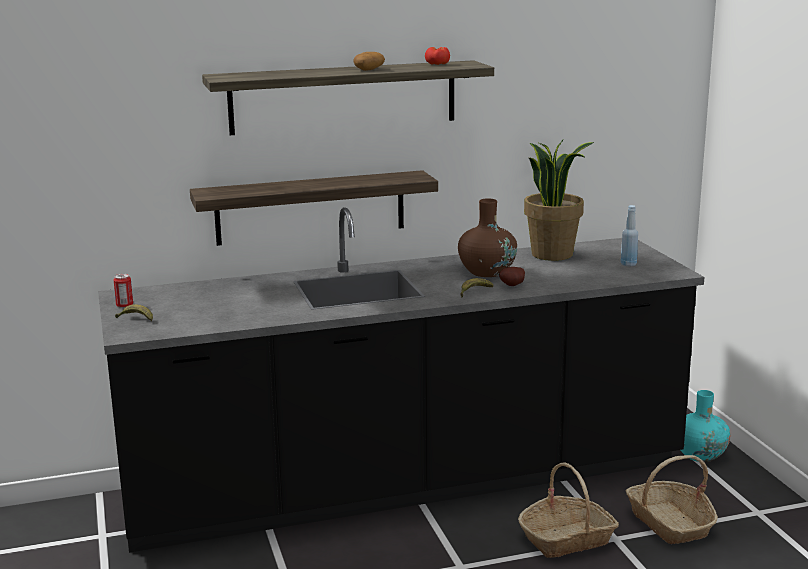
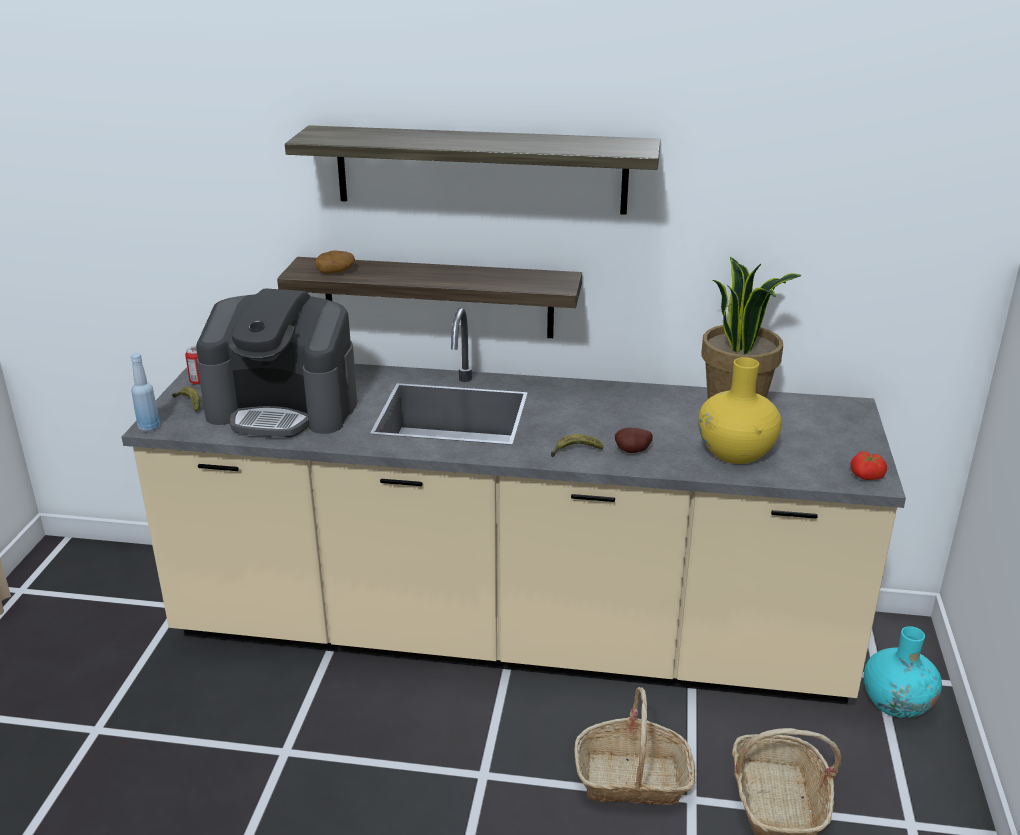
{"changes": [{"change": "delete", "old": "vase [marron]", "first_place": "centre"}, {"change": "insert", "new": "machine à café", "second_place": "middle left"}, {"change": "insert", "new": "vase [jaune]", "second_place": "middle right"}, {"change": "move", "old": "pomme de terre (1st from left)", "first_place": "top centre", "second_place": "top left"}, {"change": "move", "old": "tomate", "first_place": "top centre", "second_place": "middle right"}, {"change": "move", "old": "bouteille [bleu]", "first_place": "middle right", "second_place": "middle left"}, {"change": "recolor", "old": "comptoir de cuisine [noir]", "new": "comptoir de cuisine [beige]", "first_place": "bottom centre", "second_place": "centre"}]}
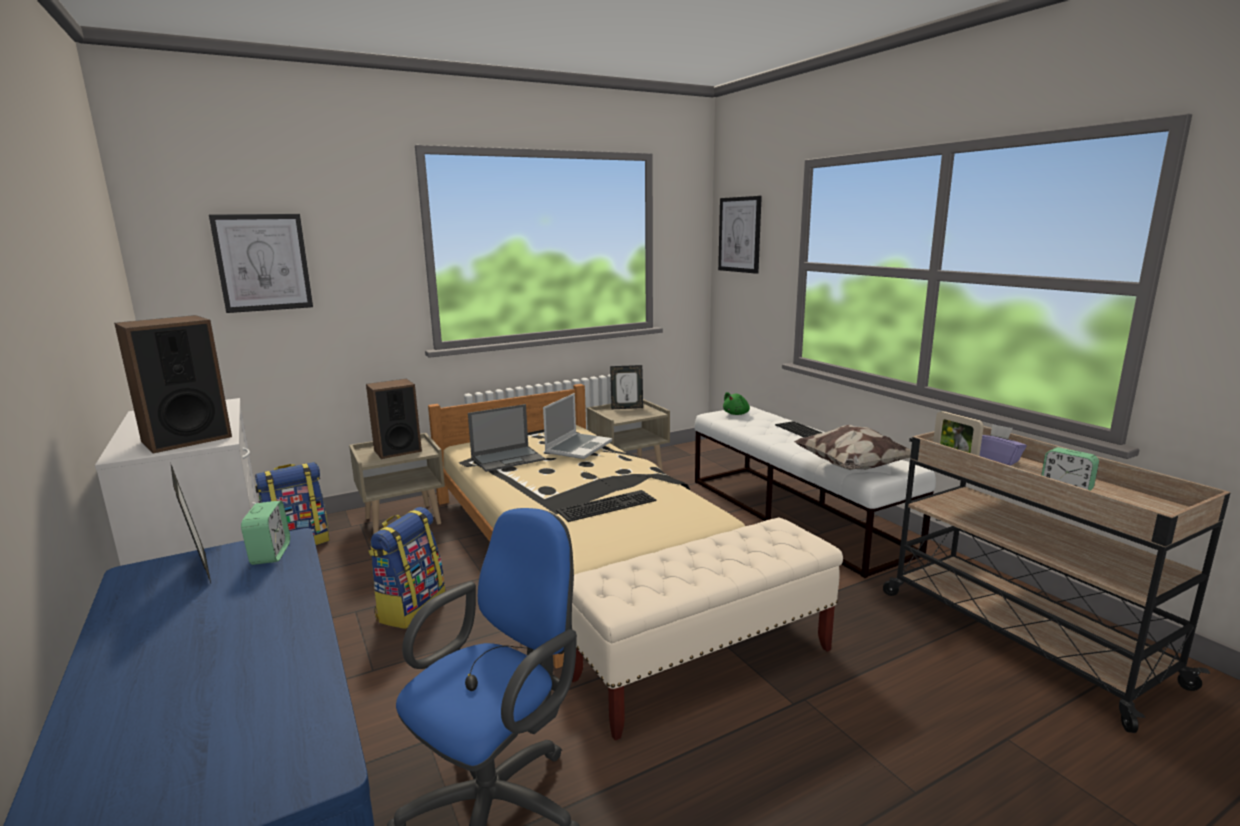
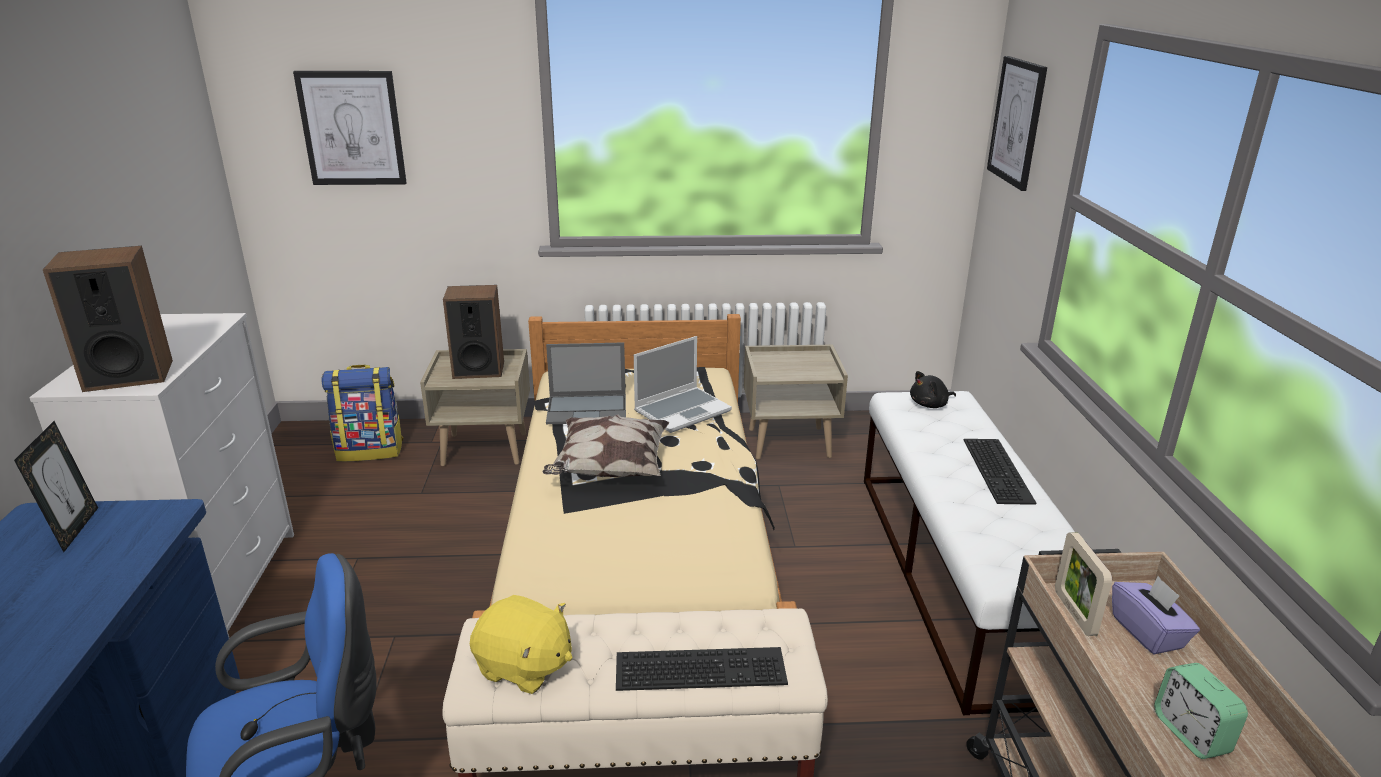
{"changes": [{"change": "delete", "old": "réveil (1st from left)", "first_place": "middle left"}, {"change": "delete", "old": "sac à dos (2nd from left)", "first_place": "bottom left"}, {"change": "delete", "old": "cadre photo (2nd from left)", "first_place": "centre"}, {"change": "insert", "new": "peluche [jaune]", "second_place": "bottom centre"}, {"change": "move", "old": "clavier (1st from left)", "first_place": "centre", "second_place": "bottom centre"}, {"change": "move", "old": "coussin", "first_place": "middle right", "second_place": "centre"}, {"change": "recolor", "old": "peluche [vert]", "new": "peluche [noir]", "first_place": "centre", "second_place": "middle right"}]}
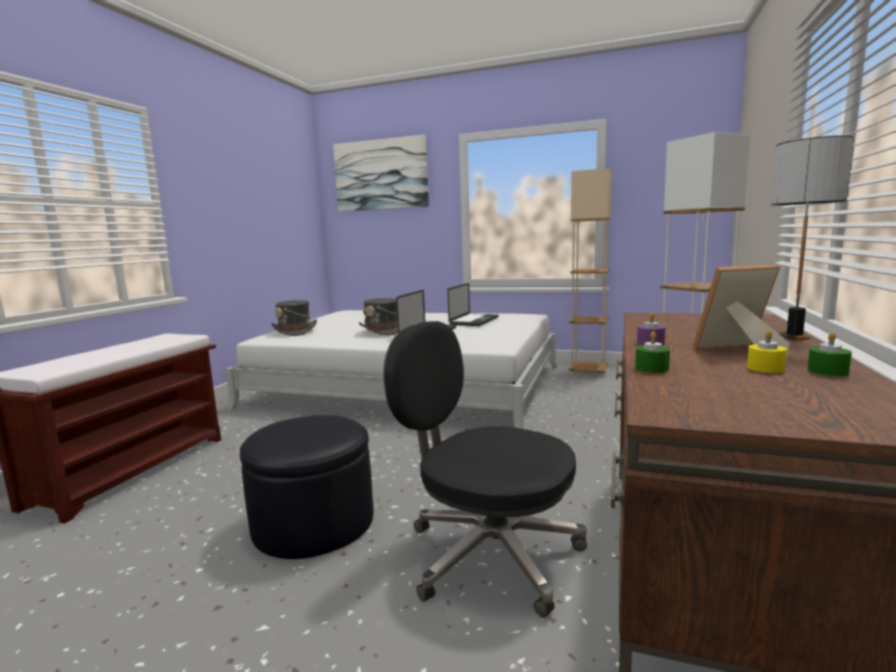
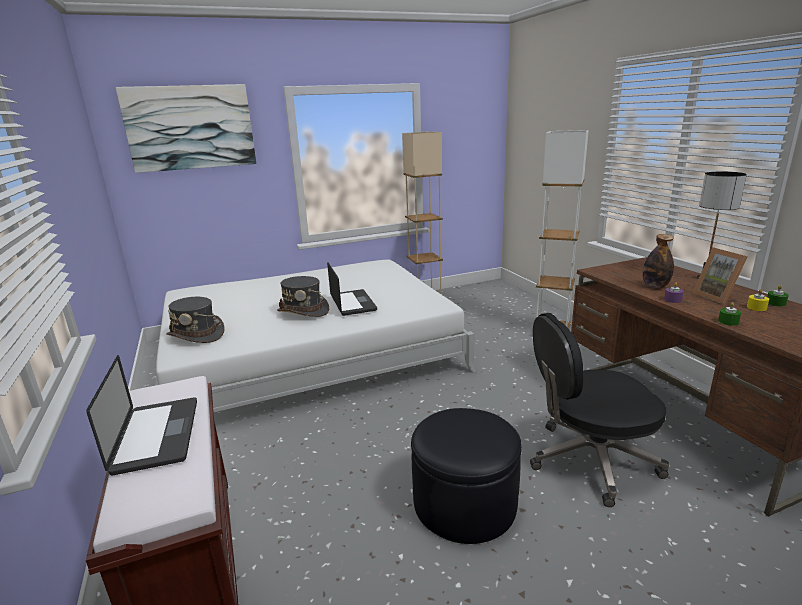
{"changes": [{"change": "insert", "new": "bouteille", "second_place": "middle right"}, {"change": "move", "old": "ordinateur portable (2nd from left in the first image)", "new": "ordinateur portable (1st from left)", "first_place": "centre", "second_place": "bottom left"}, {"change": "rotate", "old": "cadre photo", "first_place": "middle right", "second_place": "middle right", "degrees": -60}]}
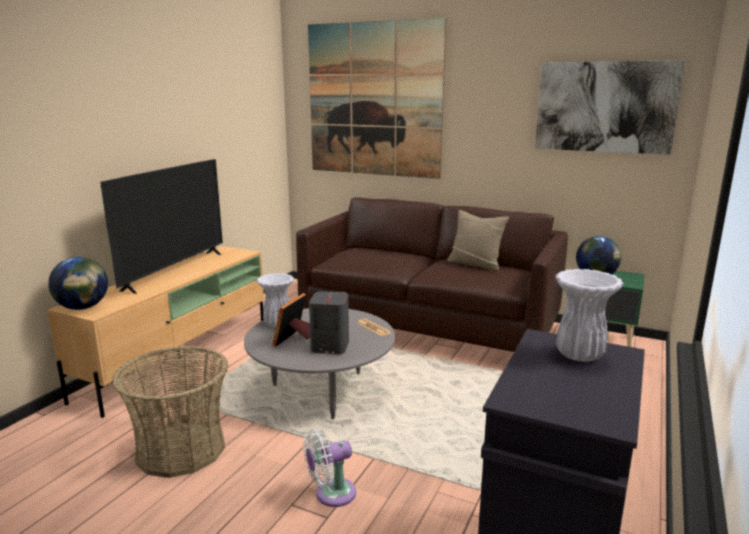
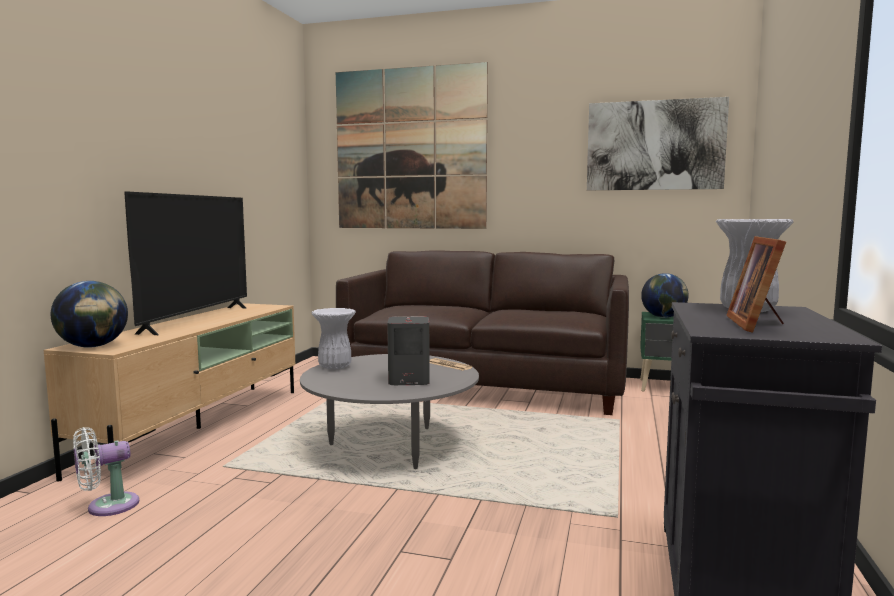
{"changes": [{"change": "delete", "old": "panier", "first_place": "bottom left"}, {"change": "delete", "old": "coussin [beige]", "first_place": "centre"}, {"change": "move", "old": "cadre photo", "first_place": "centre", "second_place": "middle right"}, {"change": "move", "old": "ventilateur [blanc]", "first_place": "bottom centre", "second_place": "bottom left"}]}
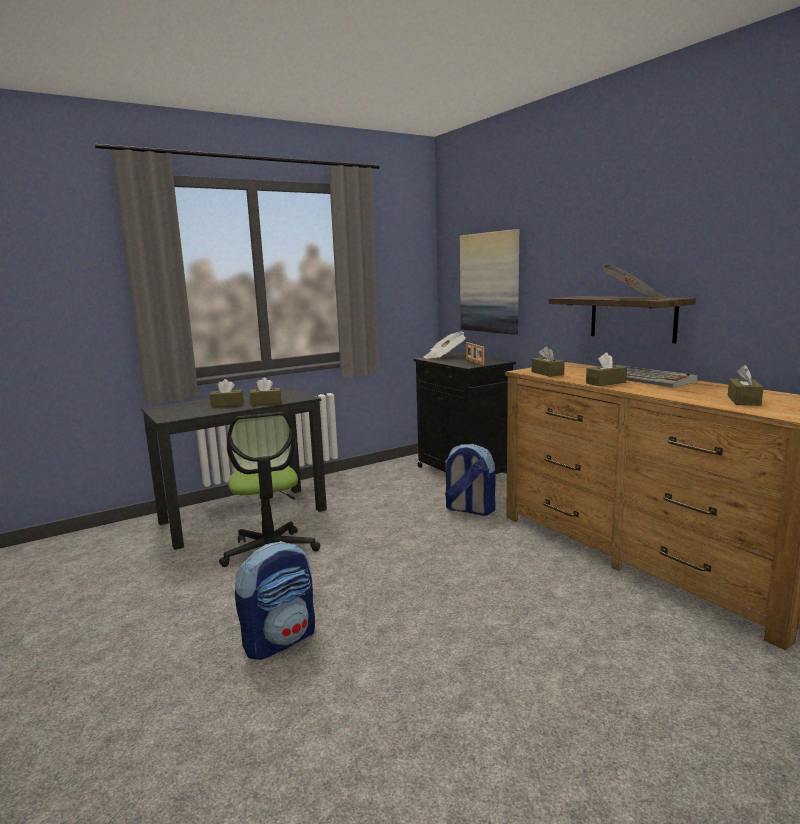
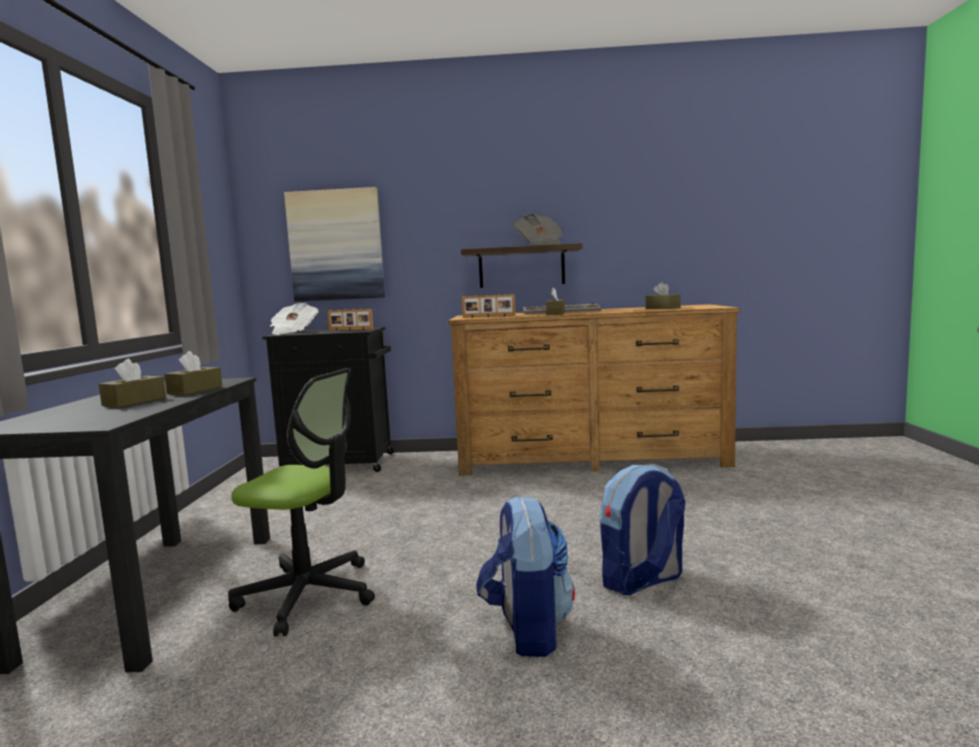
{"changes": [{"change": "move", "old": "sac à dos (2nd from left)", "first_place": "centre", "second_place": "bottom centre"}, {"change": "replace", "old": "boîte à mouchoirs [marron] (3rd from left)", "new": "cadre photo (2nd from left)", "first_place": "middle right", "second_place": "centre"}]}
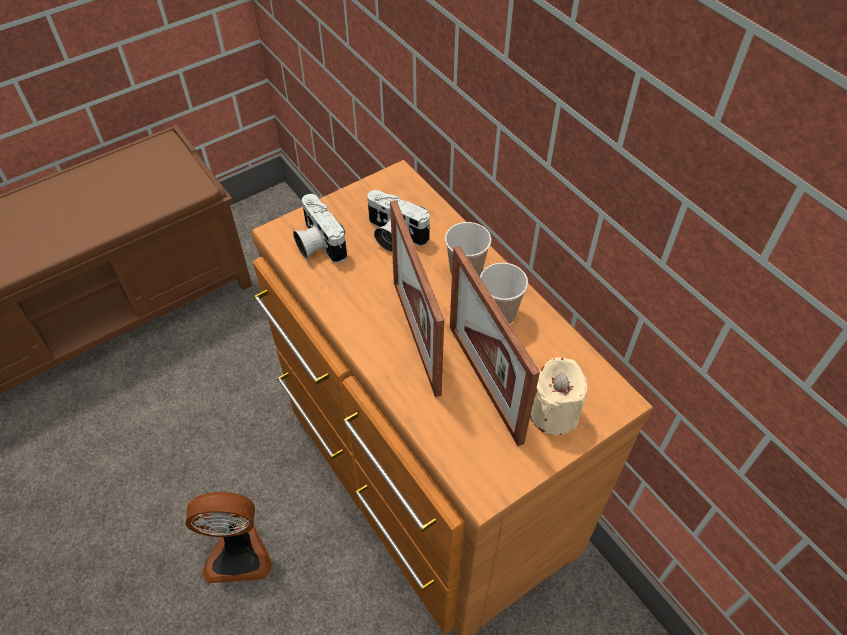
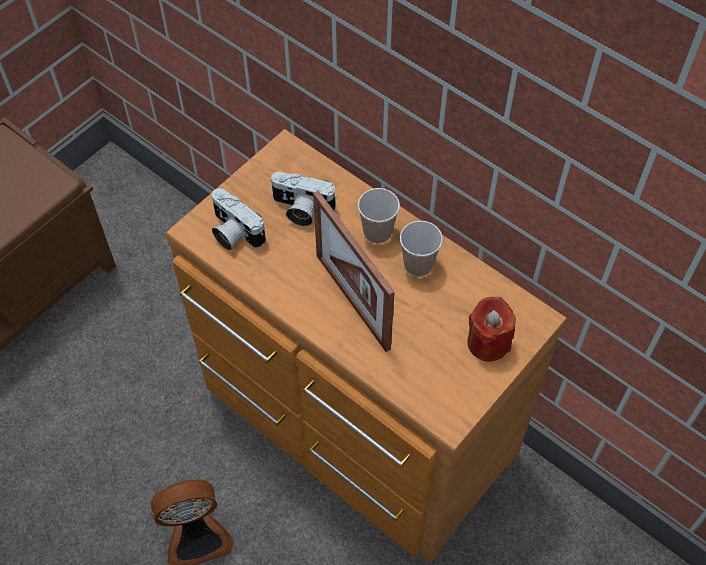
{"changes": [{"change": "delete", "old": "cadre photo (2nd from left)", "first_place": "centre"}, {"change": "recolor", "old": "bougie [beige]", "new": "bougie [rouge]", "first_place": "centre", "second_place": "middle right"}]}
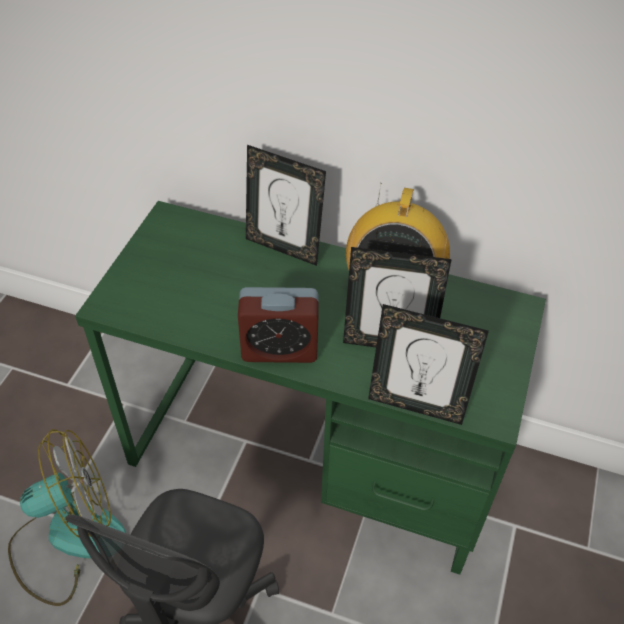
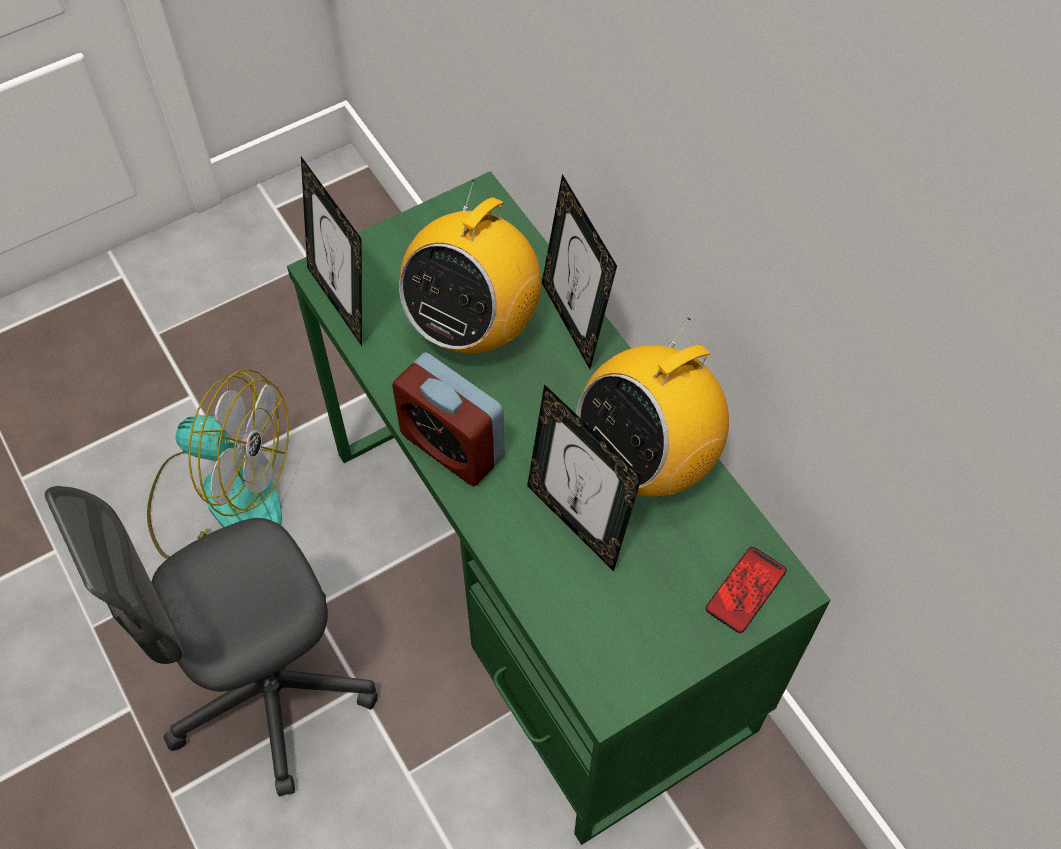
{"changes": [{"change": "insert", "new": "radio (1st from left)", "second_place": "top centre"}, {"change": "insert", "new": "téléphone", "second_place": "bottom right"}, {"change": "move", "old": "cadre photo (3rd from left in the first image)", "new": "cadre photo (1st from left)", "first_place": "middle right", "second_place": "top left"}]}
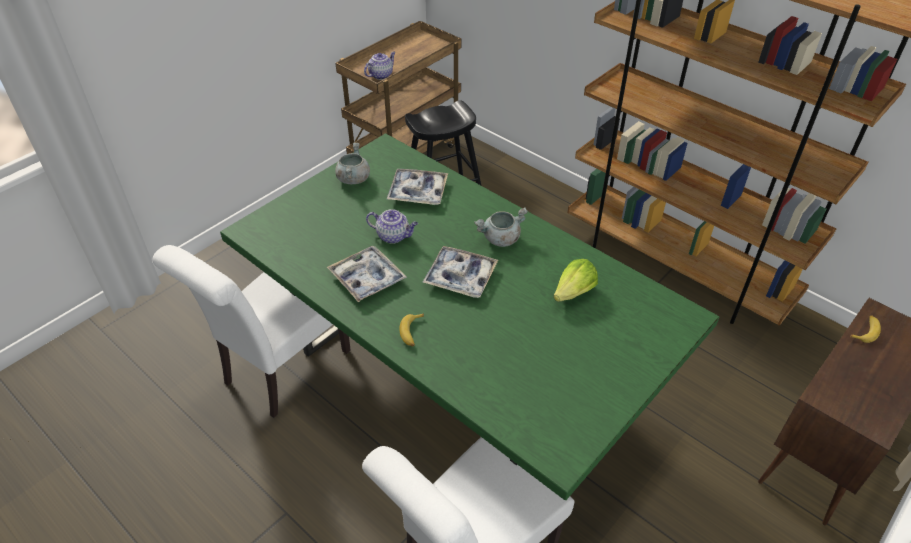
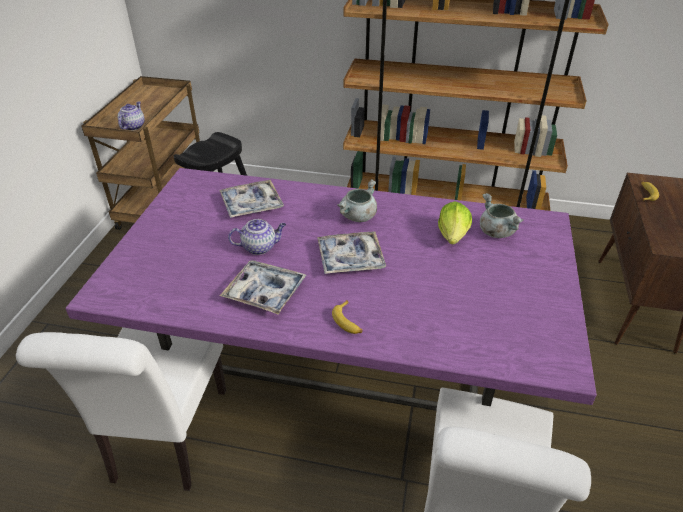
{"changes": [{"change": "move", "old": "marmite [gris] (1st from left in the first image)", "new": "marmite [gris] (2nd from left)", "first_place": "top centre", "second_place": "middle right"}, {"change": "recolor", "old": "table à manger [vert]", "new": "table à manger [violet]", "first_place": "centre", "second_place": "centre"}]}
